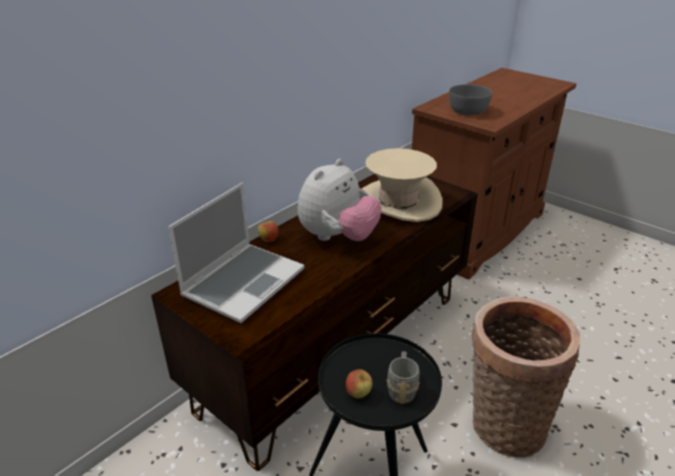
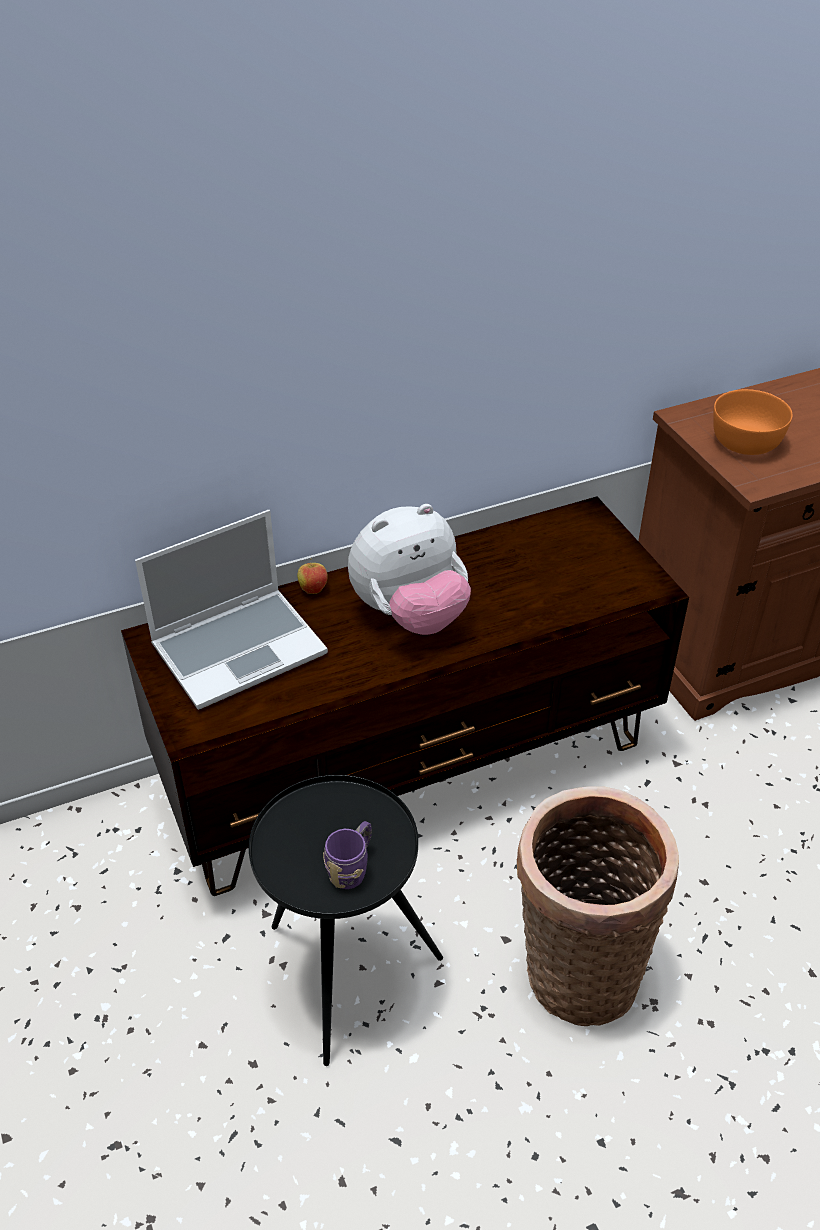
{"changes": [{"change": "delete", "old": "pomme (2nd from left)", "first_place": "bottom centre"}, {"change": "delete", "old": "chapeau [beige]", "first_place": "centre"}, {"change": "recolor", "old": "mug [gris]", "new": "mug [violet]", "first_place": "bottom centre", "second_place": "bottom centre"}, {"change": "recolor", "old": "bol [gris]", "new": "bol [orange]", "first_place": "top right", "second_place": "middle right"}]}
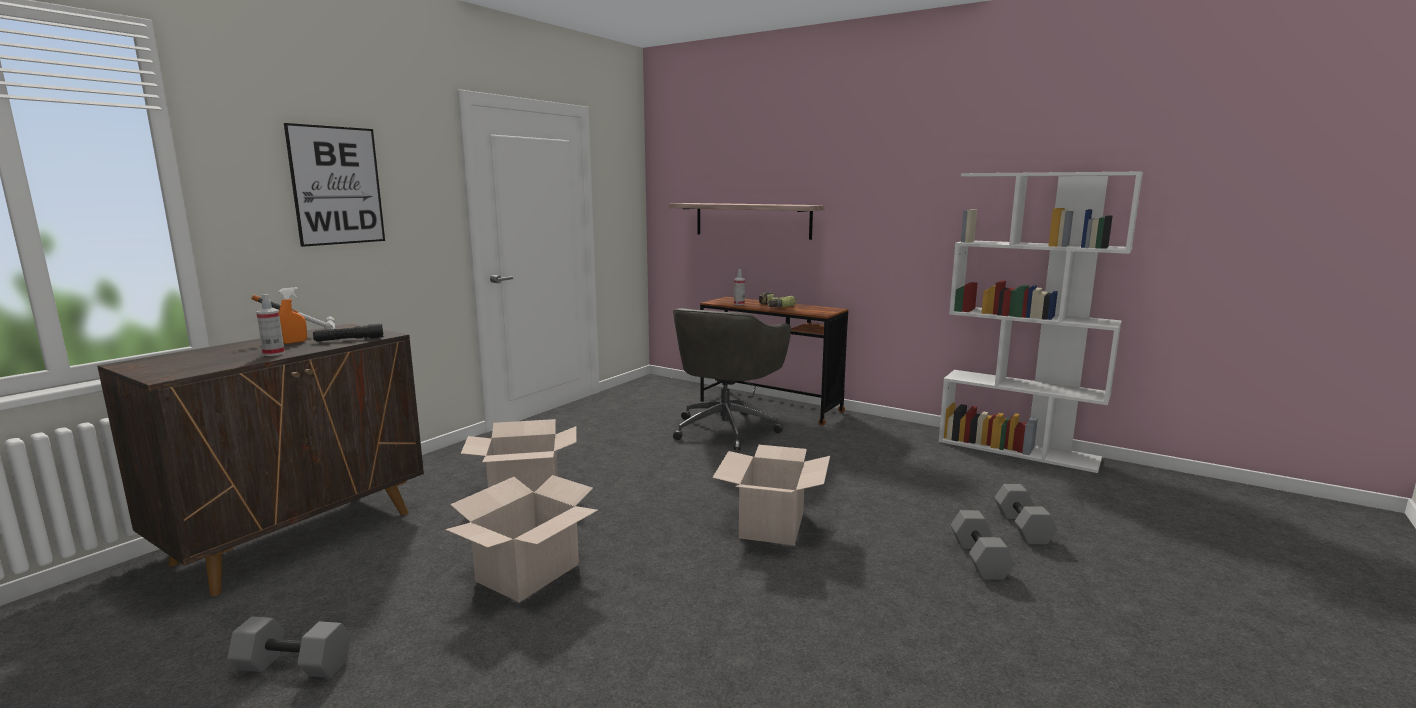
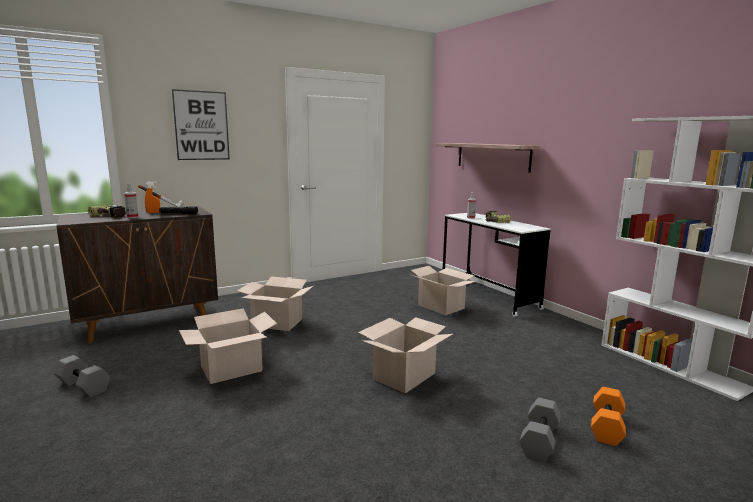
{"changes": [{"change": "insert", "new": "perceuse (1st from left)", "second_place": "middle left"}, {"change": "replace", "old": "chaise de bureau [gris]", "new": "carton (4th from left)", "first_place": "centre", "second_place": "centre"}, {"change": "recolor", "old": "bureau [marron]", "new": "bureau [blanc]", "first_place": "centre", "second_place": "centre"}, {"change": "recolor", "old": "haltère [gris] (3rd from left)", "new": "haltère [orange]", "first_place": "bottom right", "second_place": "bottom right"}]}
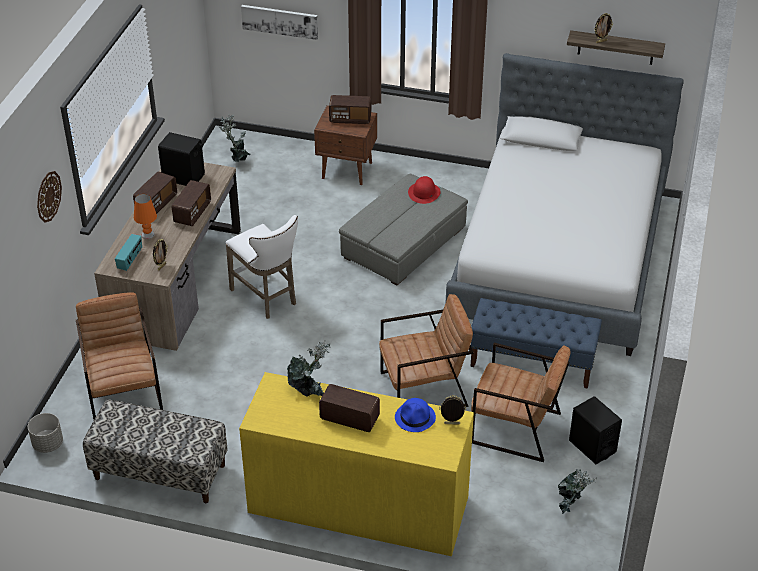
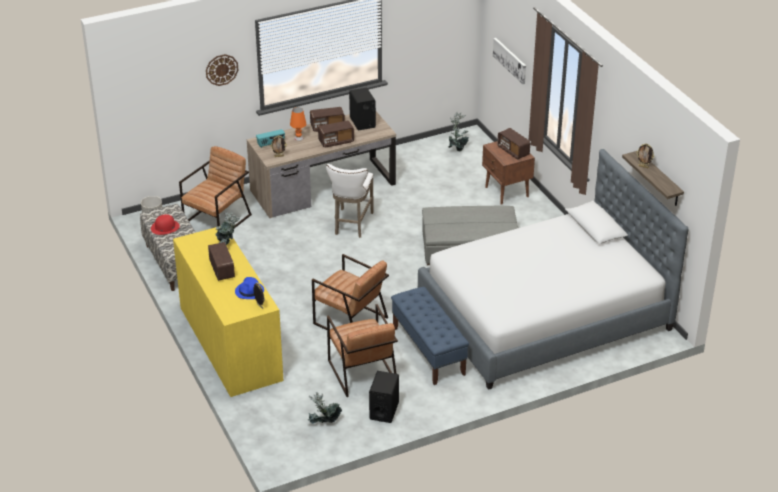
{"changes": [{"change": "move", "old": "chapeau [rouge]", "first_place": "top centre", "second_place": "middle left"}]}
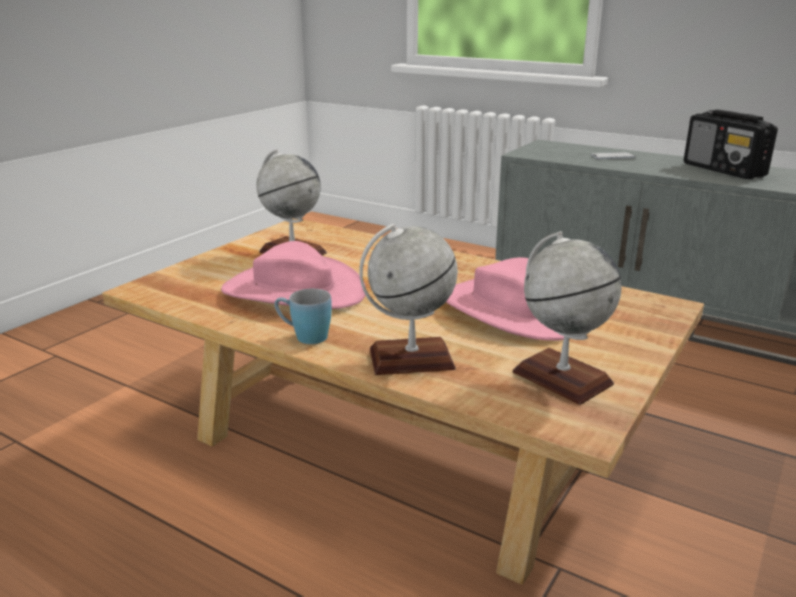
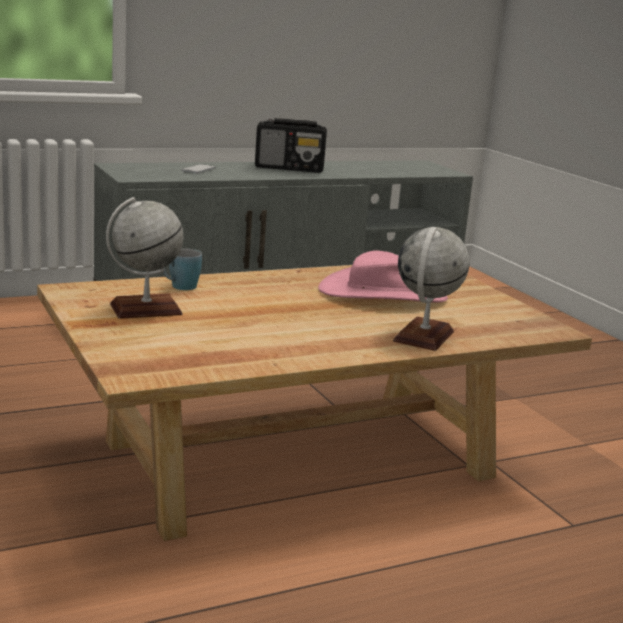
{"changes": [{"change": "delete", "old": "chapeau [rose] (1st from left)", "first_place": "centre"}, {"change": "delete", "old": "globe (3rd from left)", "first_place": "middle right"}, {"change": "move", "old": "mug [bleu]", "first_place": "centre", "second_place": "middle left"}]}
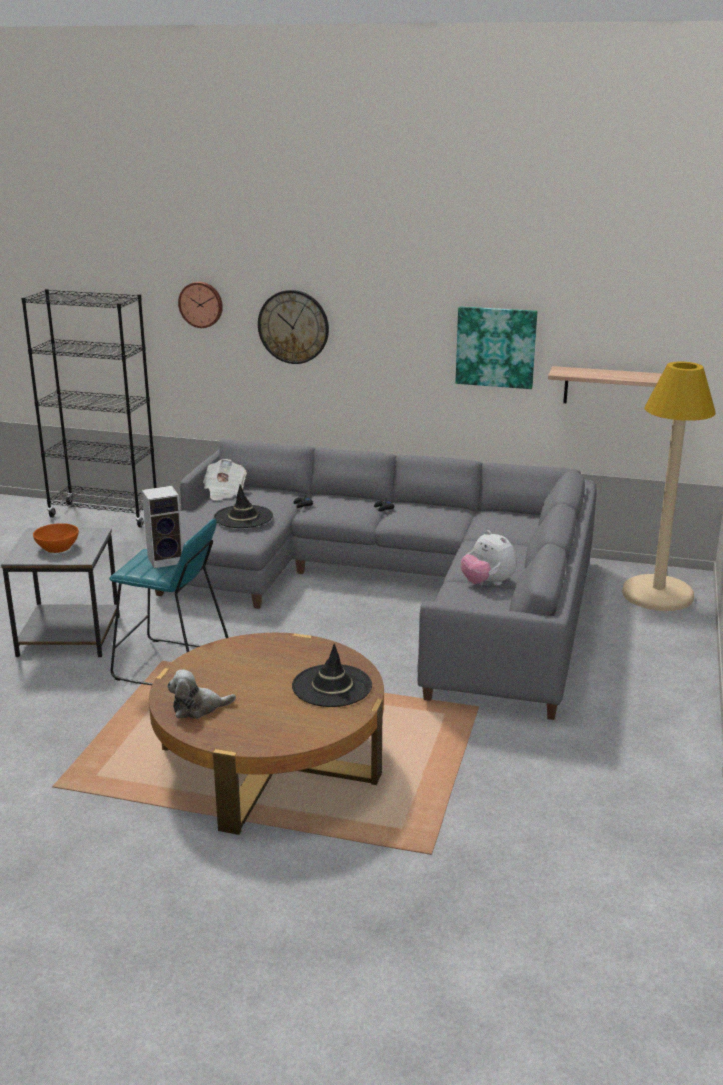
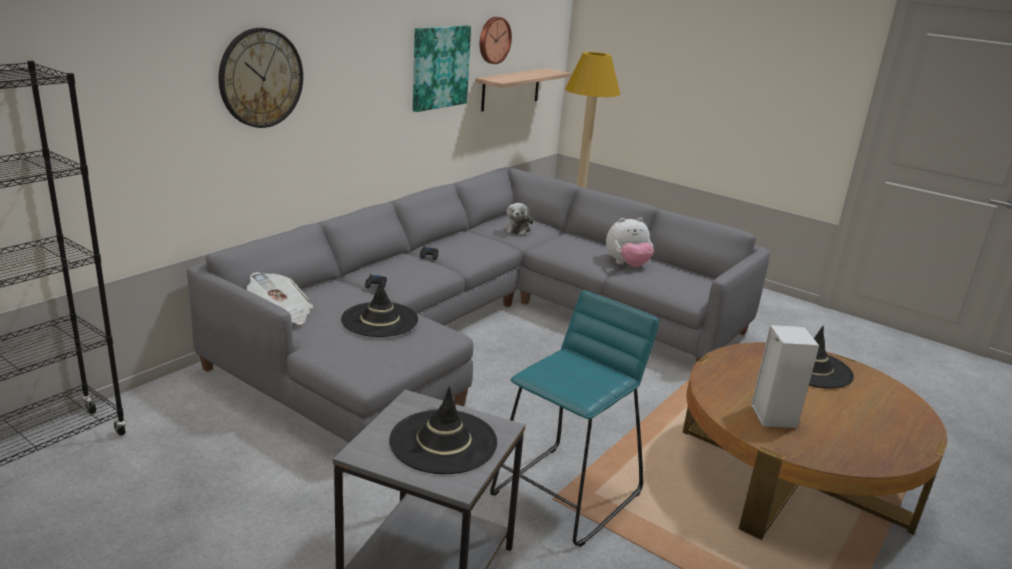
{"changes": [{"change": "move", "old": "enceinte", "first_place": "middle left", "second_place": "middle right"}, {"change": "move", "old": "peluche (1st from left)", "first_place": "middle left", "second_place": "centre"}, {"change": "move", "old": "horloge murale (1st from left in the first image)", "new": "horloge murale (2nd from left)", "first_place": "top left", "second_place": "top centre"}, {"change": "replace", "old": "bol [orange]", "new": "chapeau [noir] (2nd from left)", "first_place": "middle left", "second_place": "bottom centre"}]}
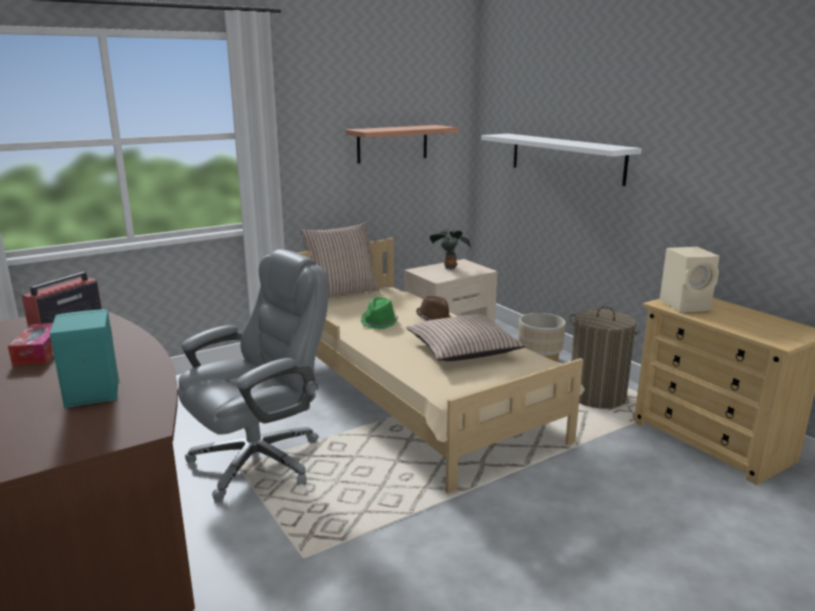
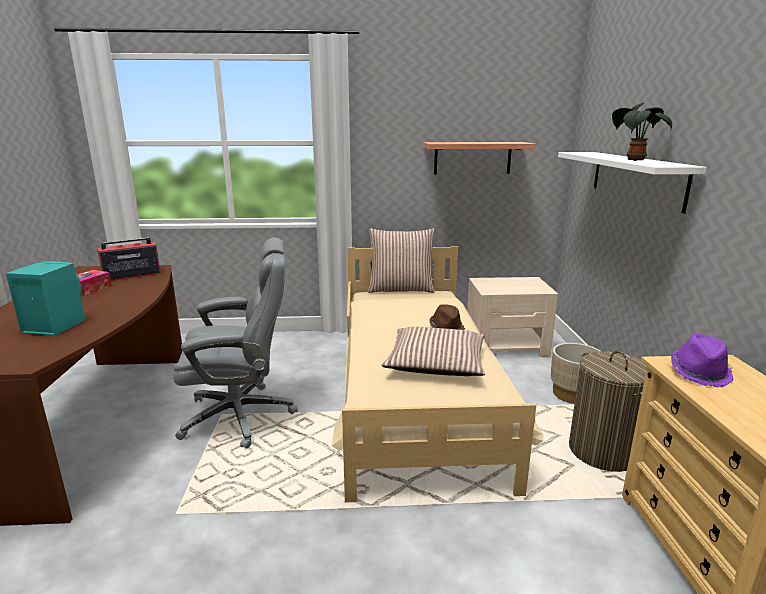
{"changes": [{"change": "delete", "old": "chapeau [vert]", "first_place": "centre"}, {"change": "move", "old": "plante en pot", "first_place": "centre", "second_place": "top right"}, {"change": "replace", "old": "enceinte [beige]", "new": "chapeau [violet]", "first_place": "middle right", "second_place": "middle right"}]}
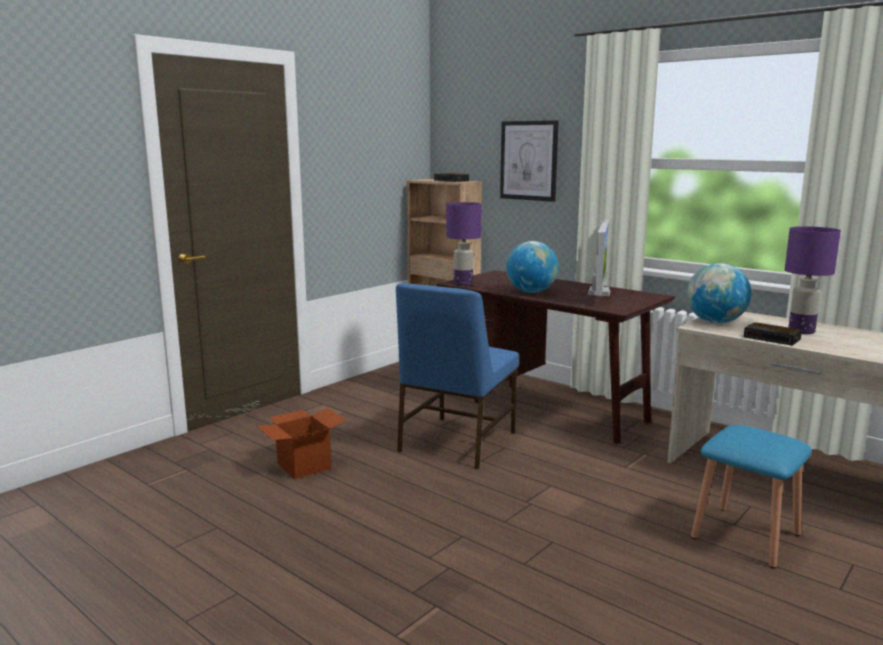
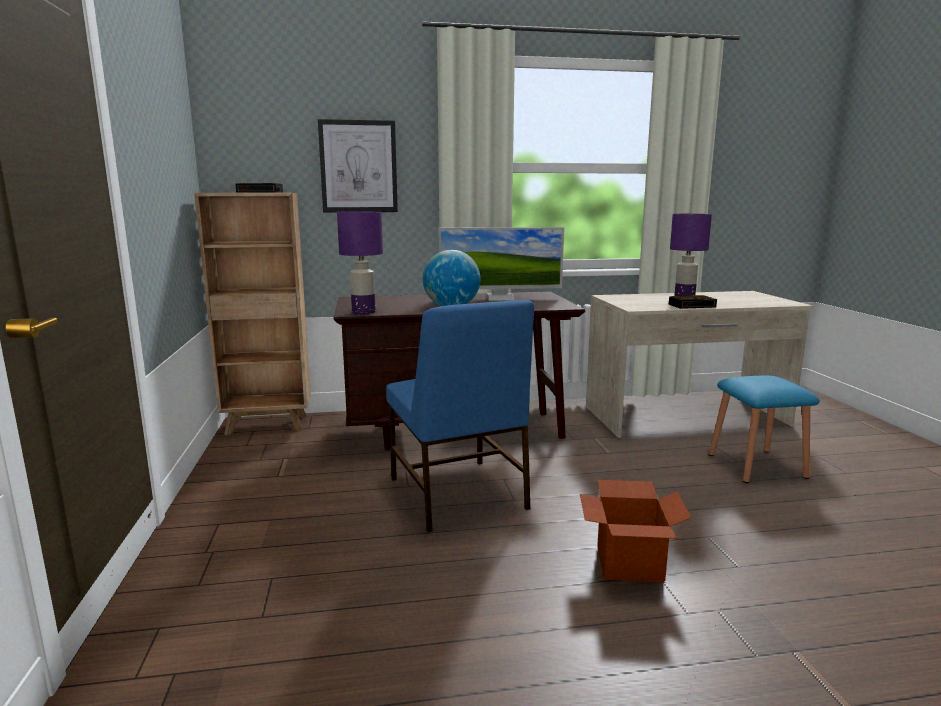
{"changes": [{"change": "delete", "old": "globe (2nd from left)", "first_place": "middle right"}, {"change": "move", "old": "carton", "first_place": "bottom centre", "second_place": "bottom right"}, {"change": "rotate", "old": "écran d'ordinateur", "first_place": "middle right", "second_place": "centre", "degrees": 120}]}
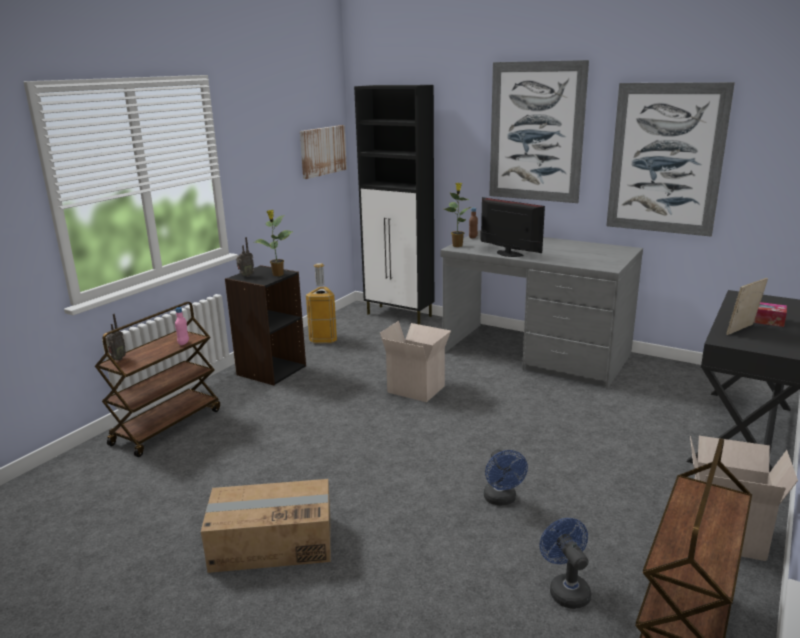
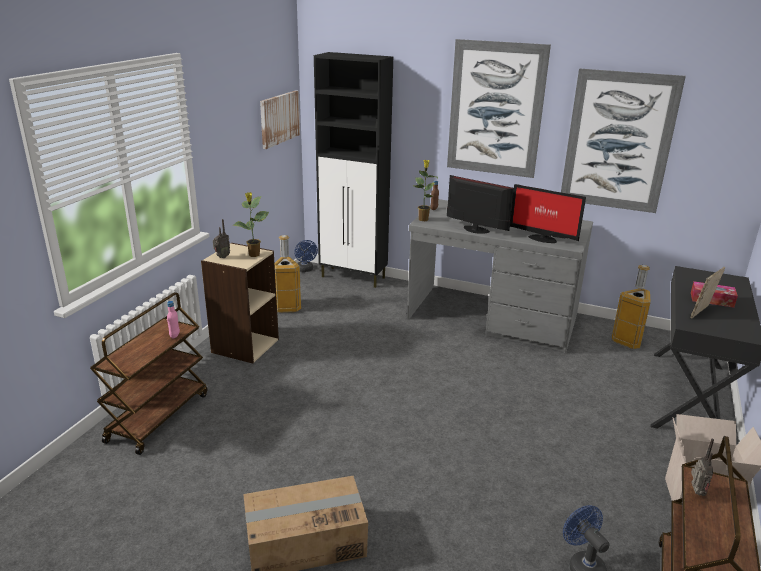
{"changes": [{"change": "delete", "old": "carton (2nd from left)", "first_place": "centre"}, {"change": "insert", "new": "écran d'ordinateur (2nd from left)", "second_place": "middle right"}, {"change": "insert", "new": "poubelle (2nd from left)", "second_place": "middle right"}, {"change": "move", "old": "radio (1st from left in the first image)", "new": "radio (2nd from left)", "first_place": "middle left", "second_place": "bottom right"}, {"change": "move", "old": "ventilateur [bleu] (1st from left)", "first_place": "bottom centre", "second_place": "centre"}, {"change": "recolor", "old": "bibliothèque [noir]", "new": "bibliothèque [beige]", "first_place": "middle left", "second_place": "middle left"}]}
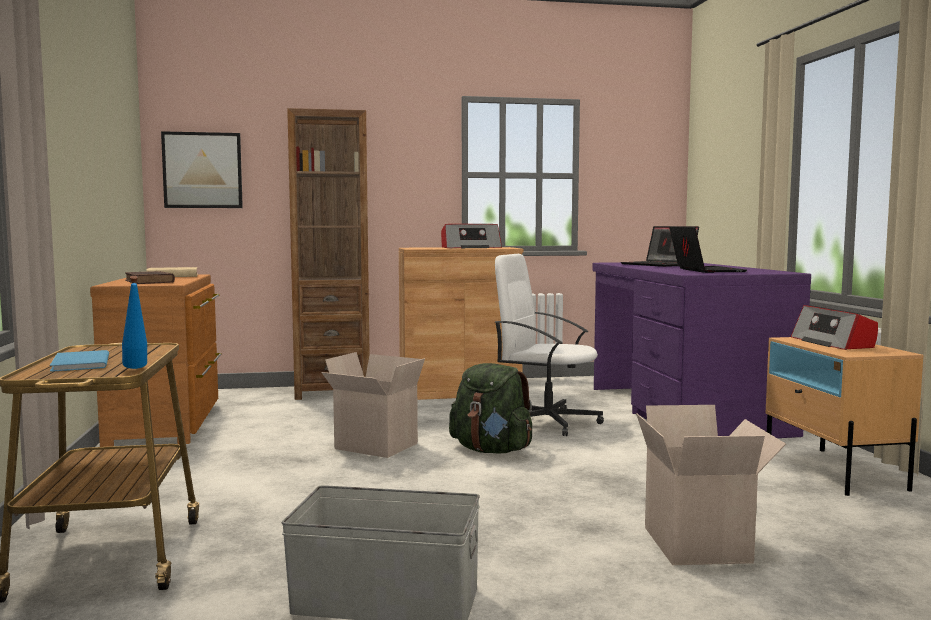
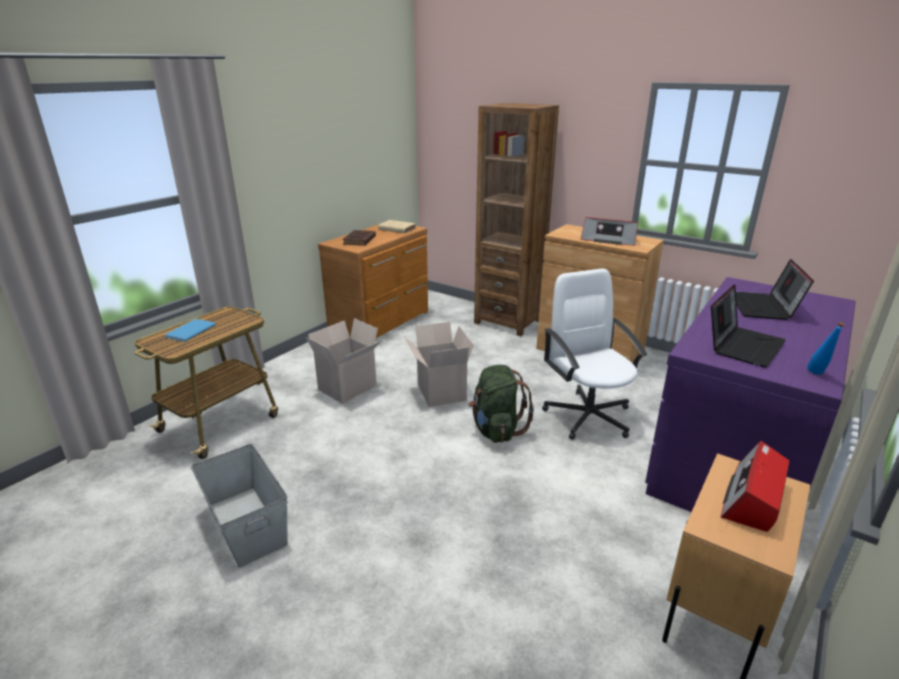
{"changes": [{"change": "delete", "old": "tableau", "first_place": "top left"}, {"change": "move", "old": "bouteille [bleu]", "first_place": "middle left", "second_place": "middle right"}, {"change": "move", "old": "carton (2nd from left in the first image)", "new": "carton (1st from left)", "first_place": "bottom right", "second_place": "centre"}]}
